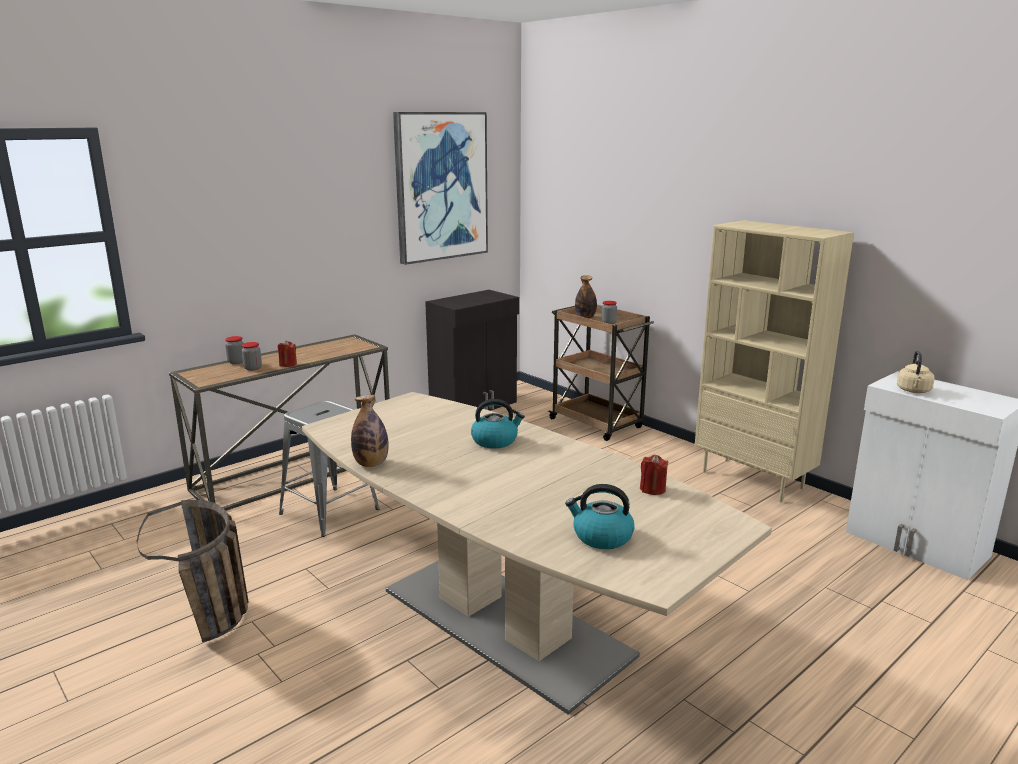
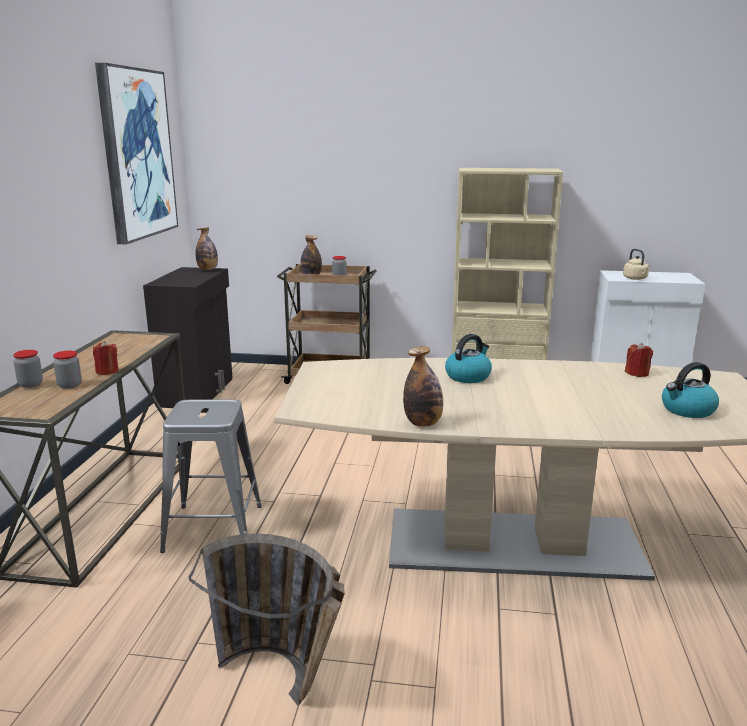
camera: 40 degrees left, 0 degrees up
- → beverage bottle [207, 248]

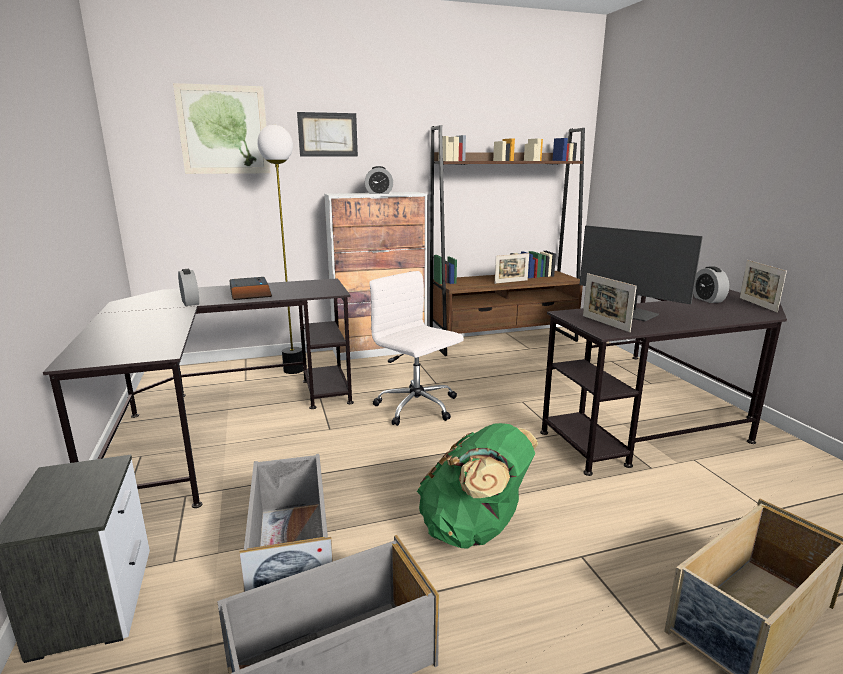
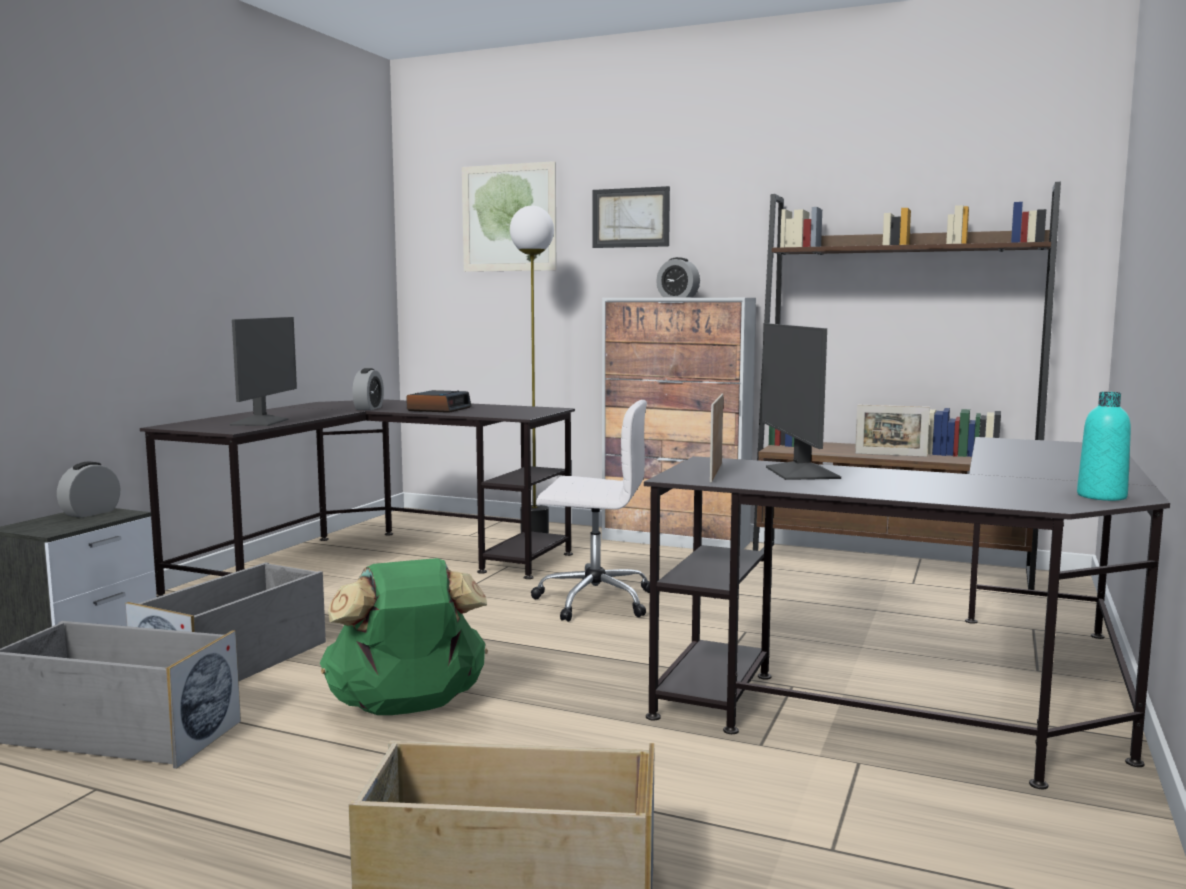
camera: 40 degrees right, 10 degrees down
picture frame [763, 286] → blue-green beverage bottle [1104, 446]
alarm clock [711, 284] → alarm clock [88, 490], move
whitish desk chair [416, 348] → whitish desk chair [590, 511], 105 degrees clockwise
- → computer screen [263, 371]

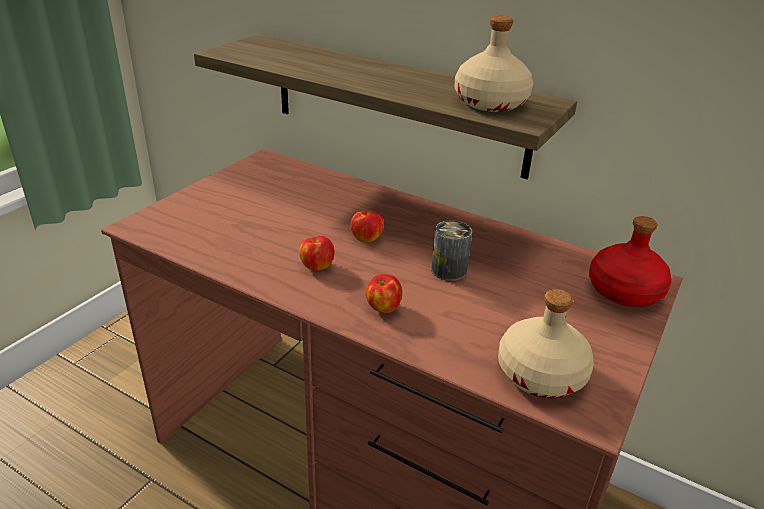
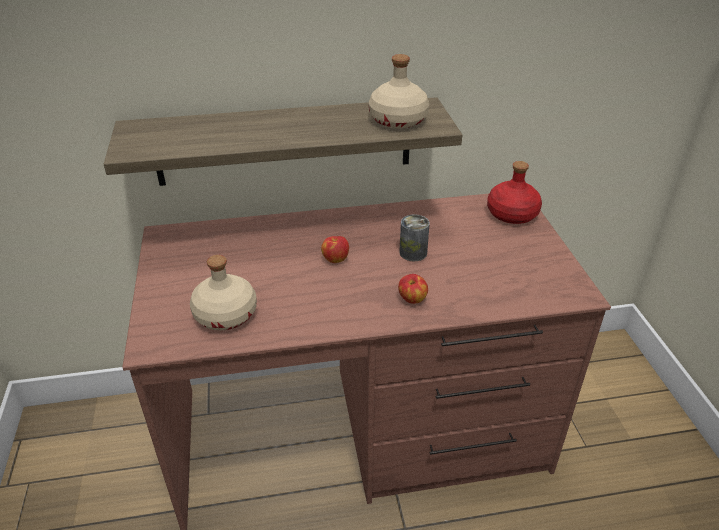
camera: 40 degrees left, 5 degrees up
apple fruit [317, 253] → -
beige beverage bottle [546, 343] → beige beverage bottle [223, 292], move

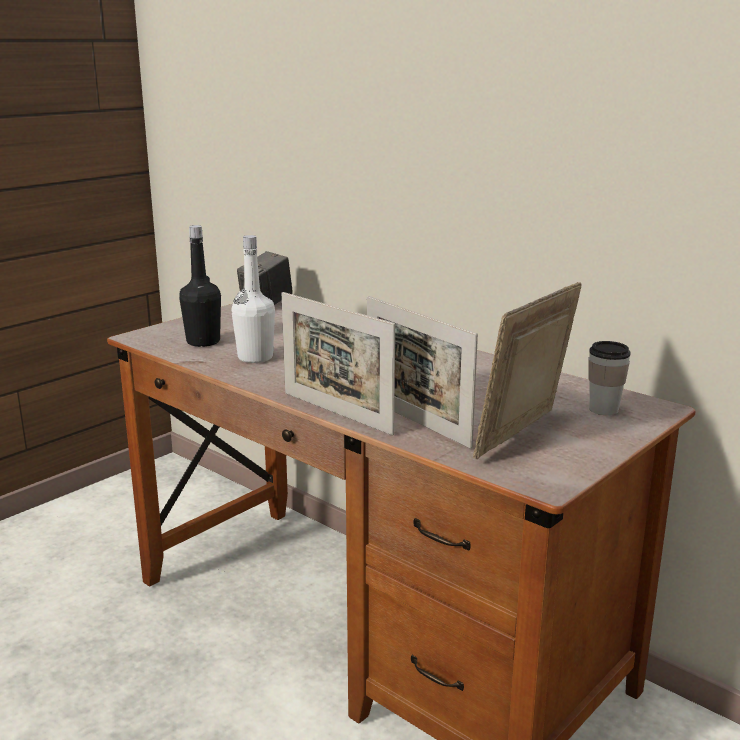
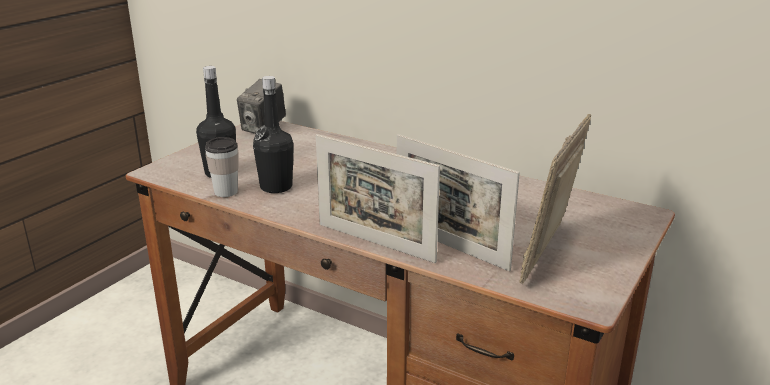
camera: 10 degrees left, 5 degrees up
whitish beverage bottle [253, 299] → blackish beverage bottle [273, 134]
drinking cup [609, 378] → drinking cup [221, 167], move

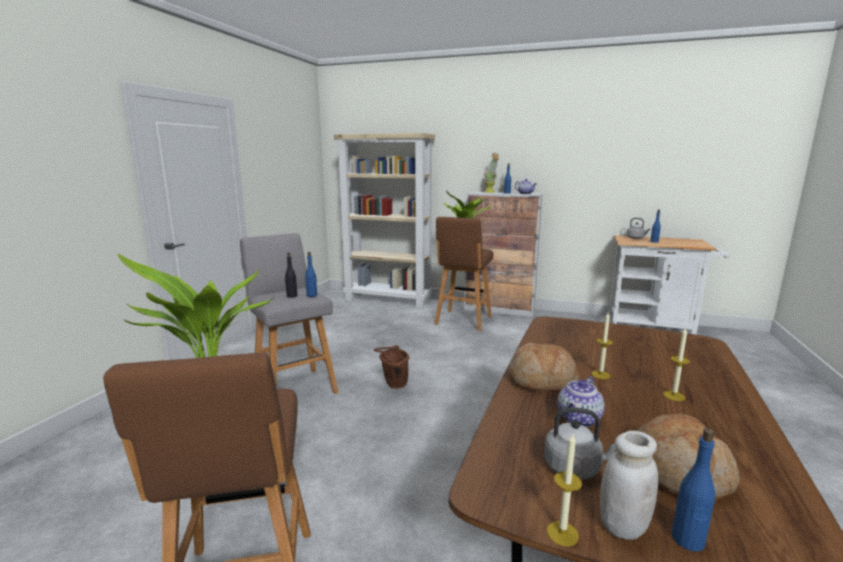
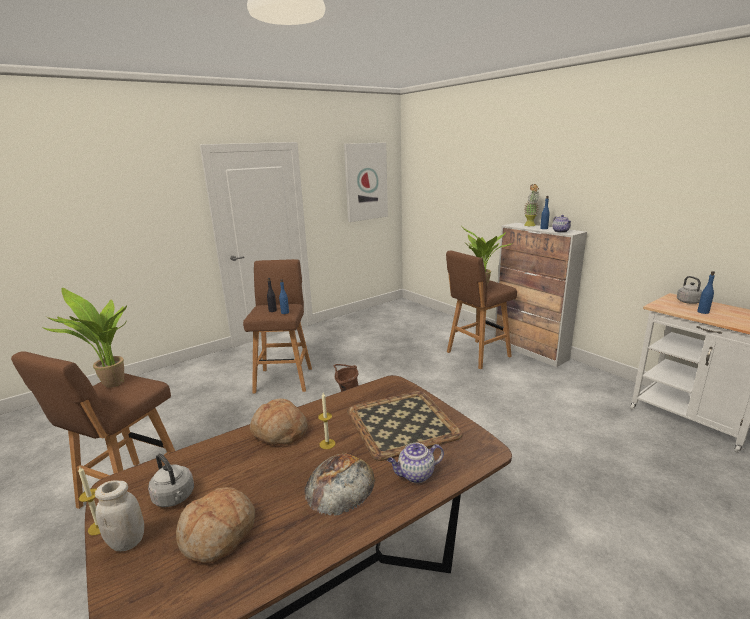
camera: 35 degrees right, 5 degrees up
beige bookcase [384, 221] → -
gray stool [289, 313] → brown stool [277, 326]
wax light [676, 364] → bread [339, 484]
teapot [581, 402] → teapot [415, 463], move
bluish beverage bottle [693, 490] → -
- → picture [366, 182]
- → carrying tray [404, 426]

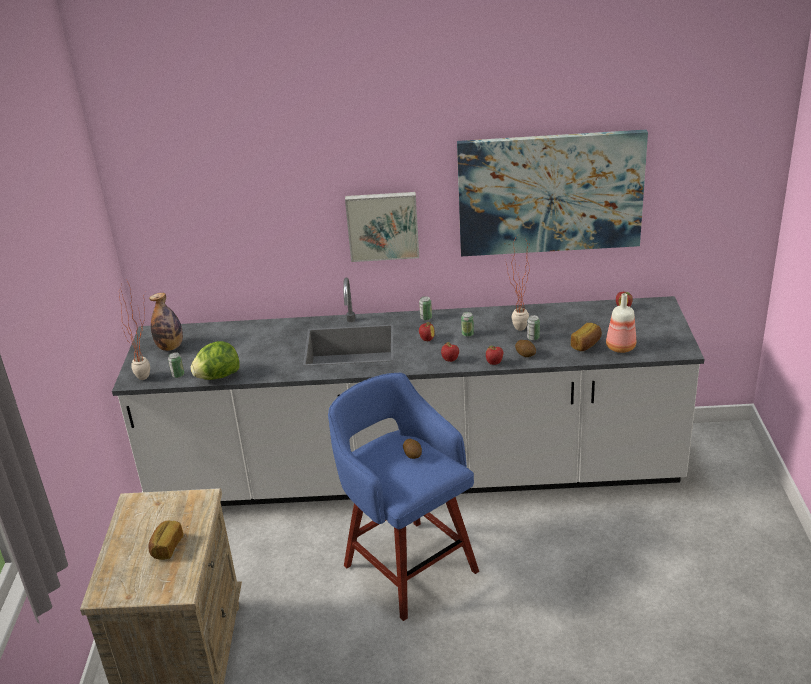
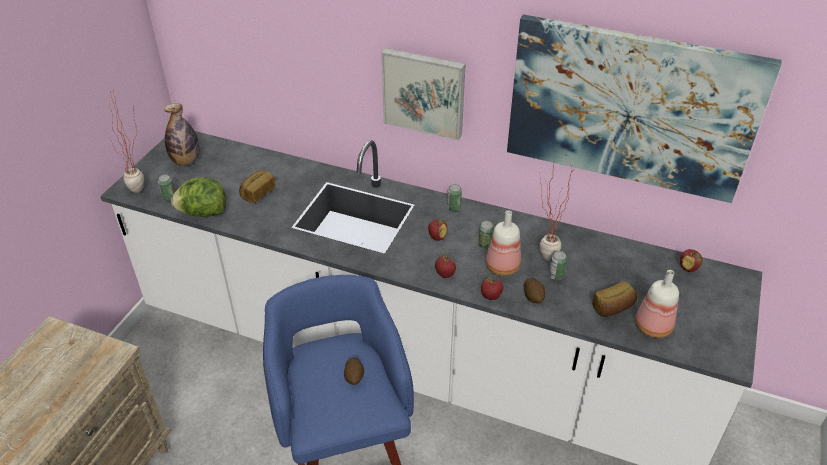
camera: 20 degrees right, 10 degrees up
bread [165, 540] → bread [257, 186], move
- → beverage bottle [503, 243]

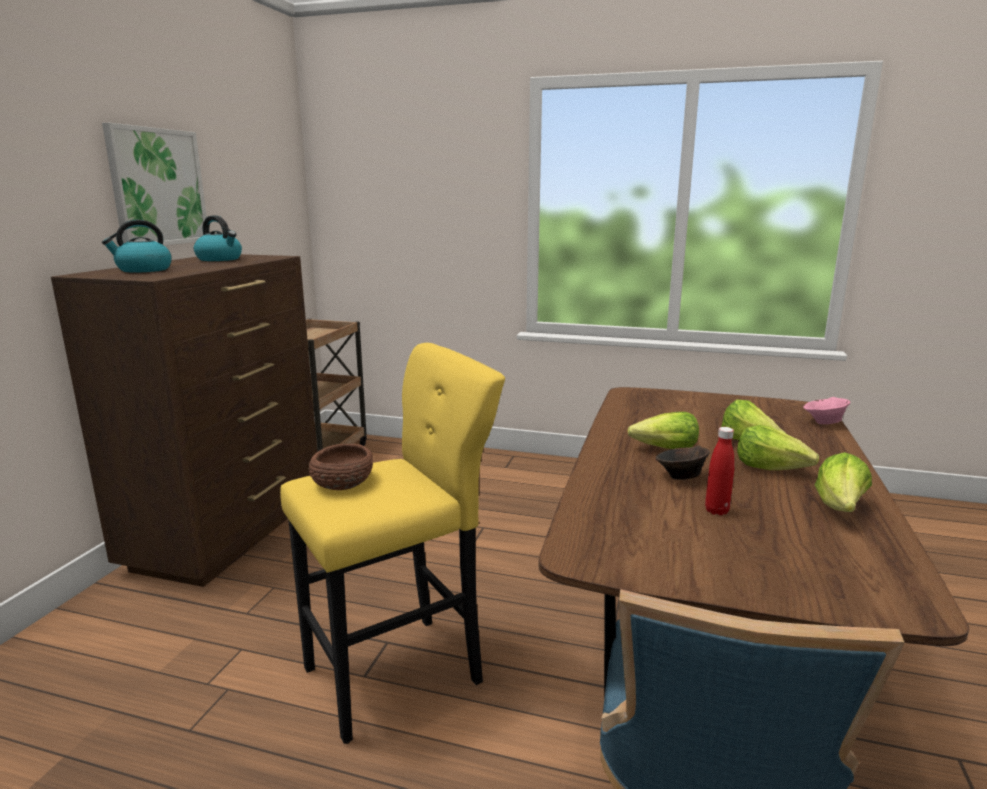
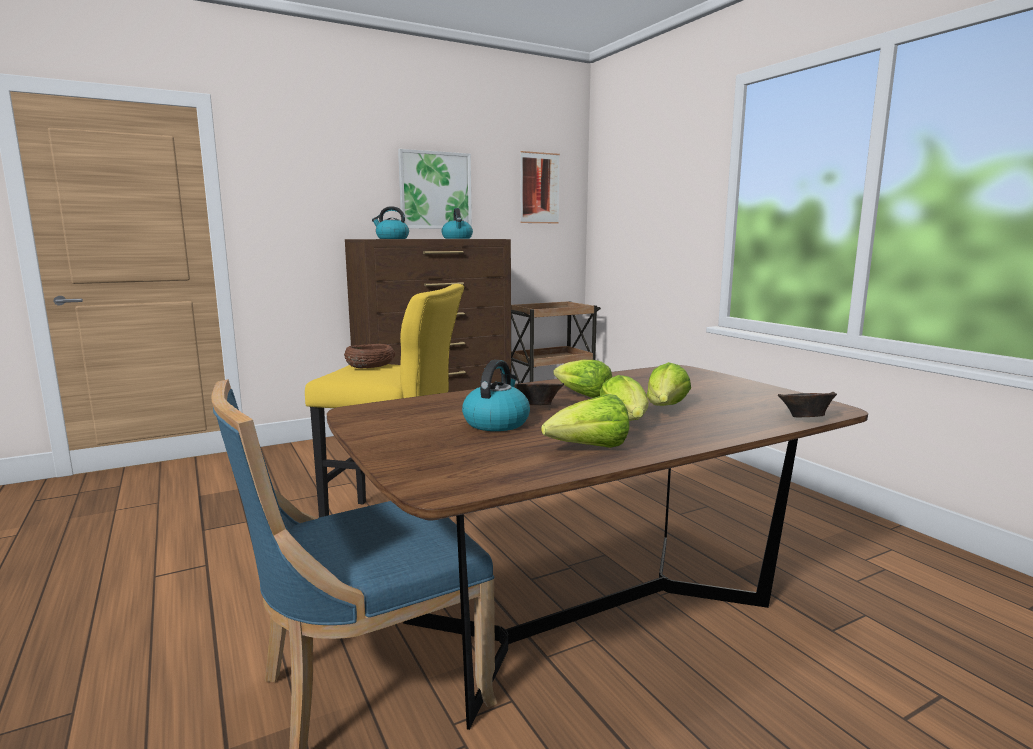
camera: 45 degrees right, 5 degrees down
pinkish deep dish [827, 410] → brown deep dish [807, 404]
reddish beverage bottle [720, 471] → tea kettle [496, 395]
- → picture [540, 187]

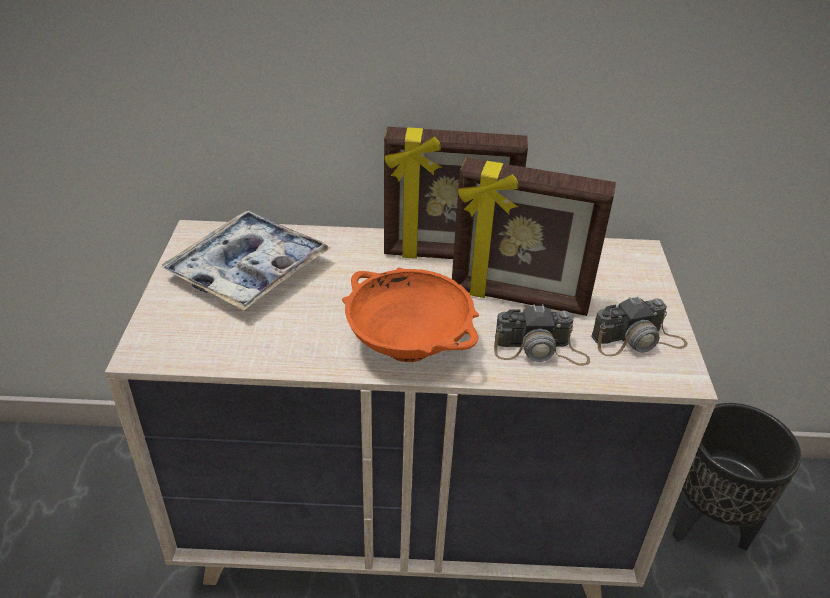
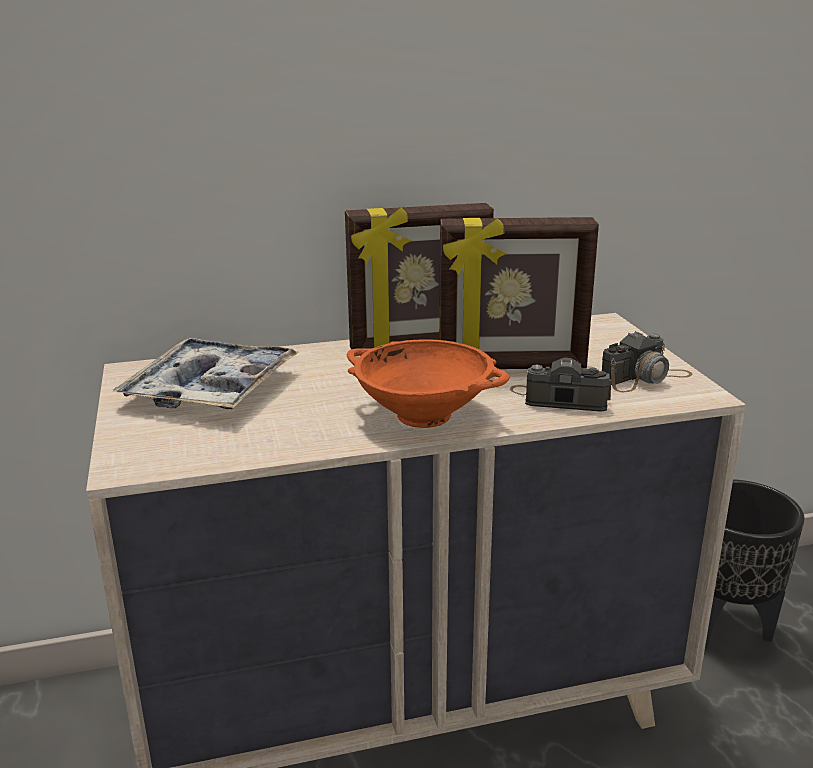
camera: 15 degrees left, 15 degrees down
still camera [542, 335] → still camera [560, 385], 150 degrees counterclockwise

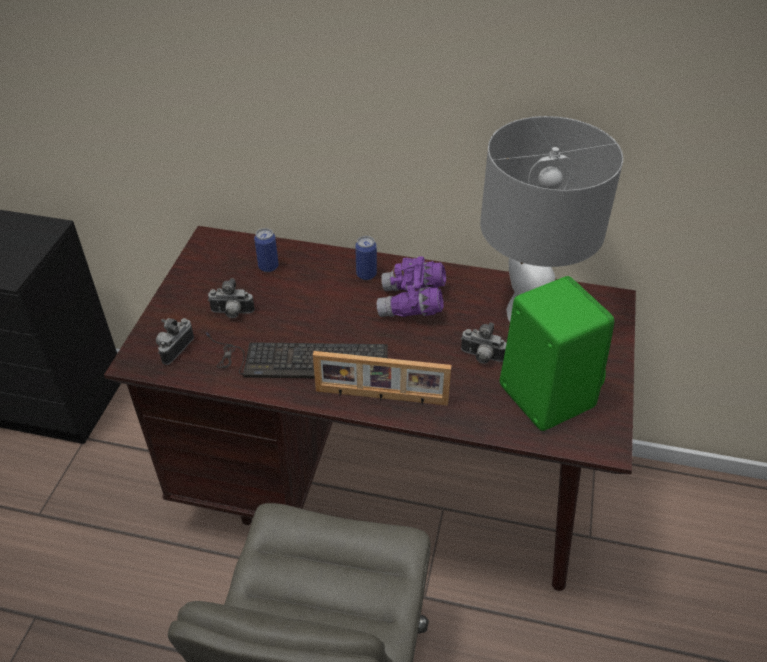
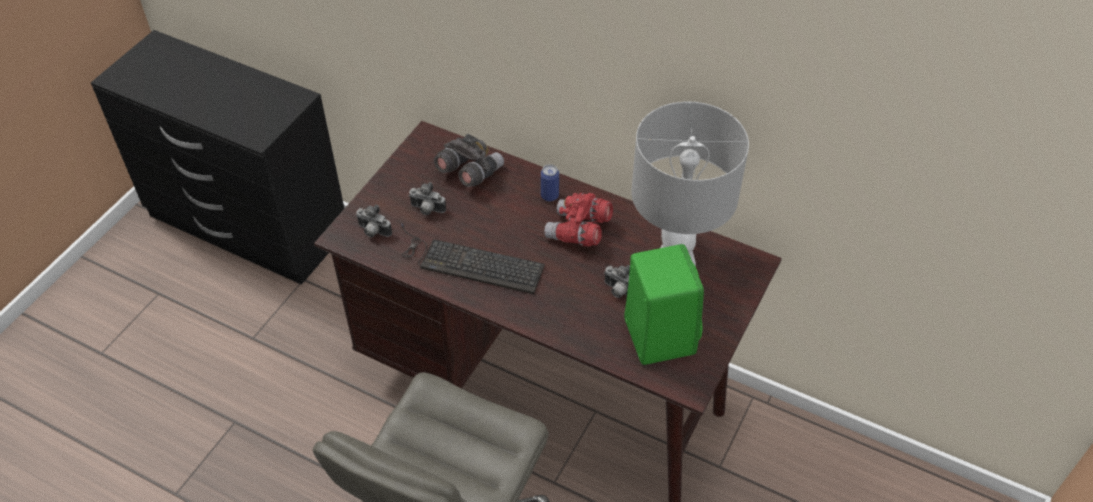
camera: 15 degrees right, 5 degrees up
can [266, 250] → gray binoculars [469, 160]
purplish binoculars [411, 286] → reddish binoculars [578, 219]
still camera [175, 341] → still camera [374, 220], 105 degrees counterclockwise
picture frame [382, 378] → -

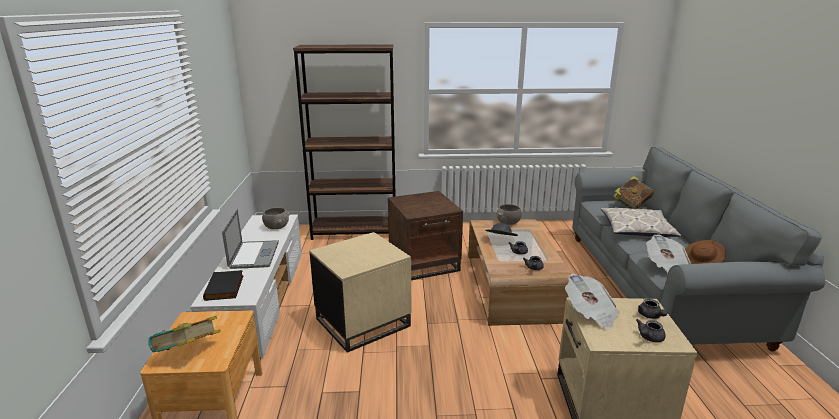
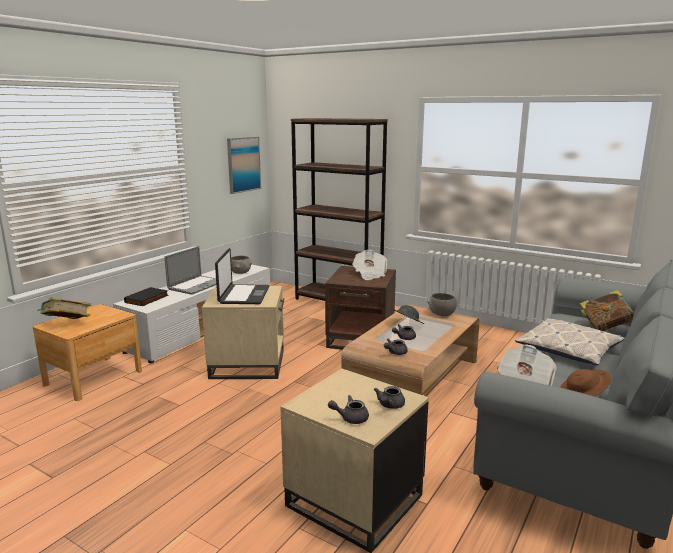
camera: 35 degrees right, 5 degrees down
newspaper [592, 302] → newspaper [369, 265], move
- → picture [244, 165]
- → laptop [242, 276]

